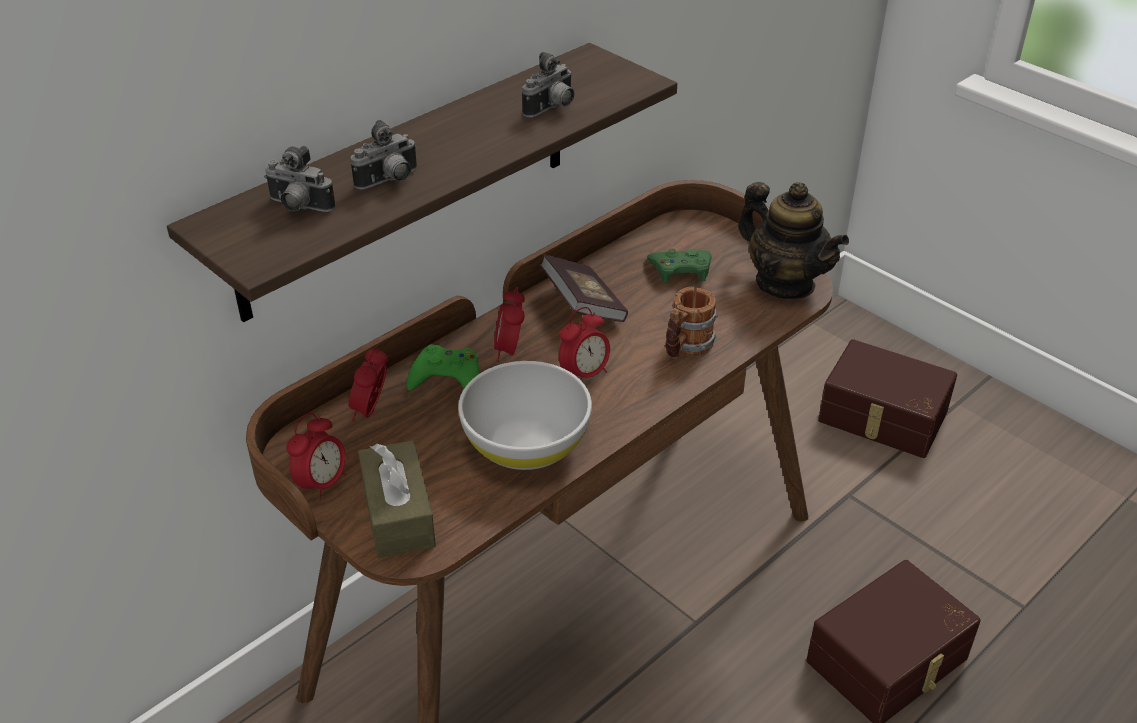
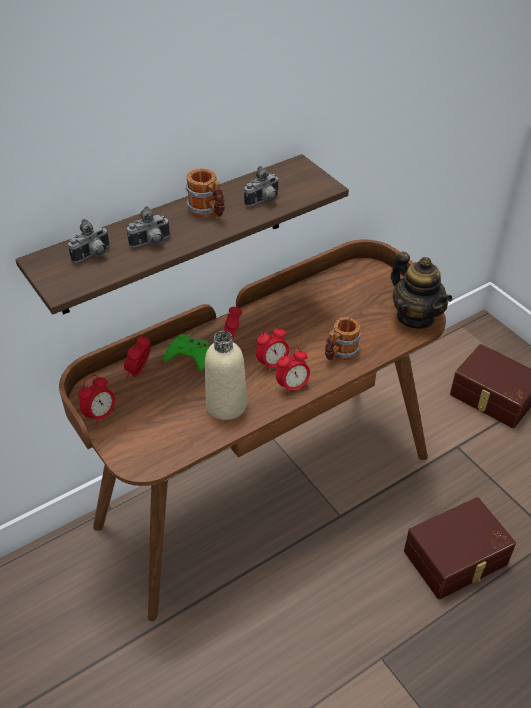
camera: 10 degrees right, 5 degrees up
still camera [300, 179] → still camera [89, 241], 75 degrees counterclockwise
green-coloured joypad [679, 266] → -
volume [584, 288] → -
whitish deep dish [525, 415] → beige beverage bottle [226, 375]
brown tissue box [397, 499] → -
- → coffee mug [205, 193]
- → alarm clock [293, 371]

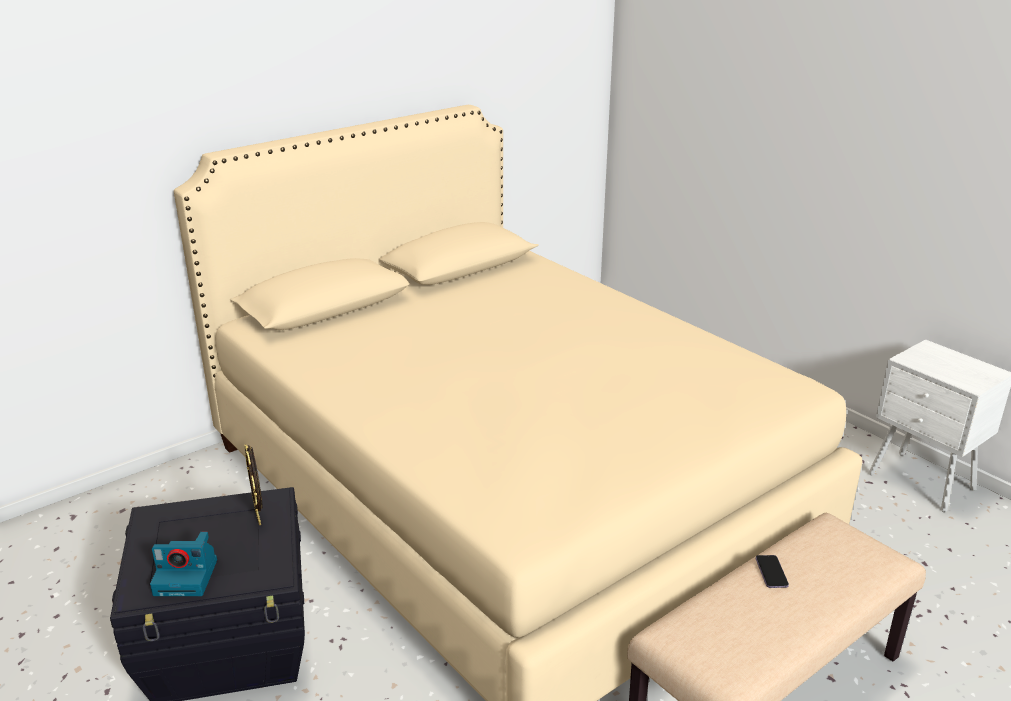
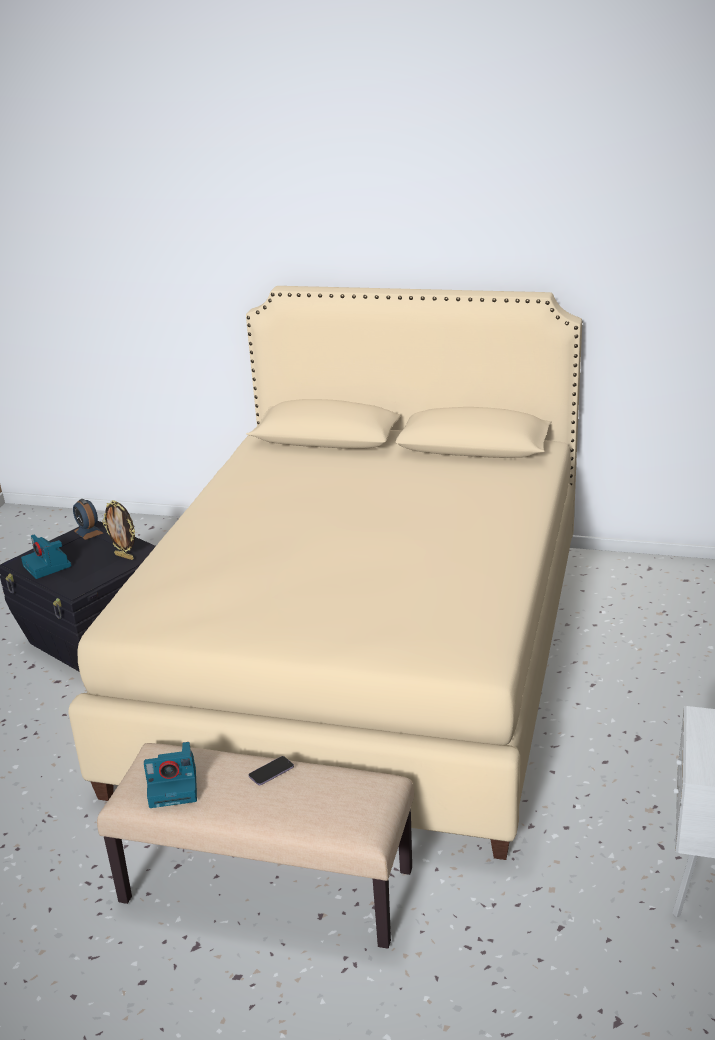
camera: 55 degrees right, 0 degrees up
picture frame [253, 484] → picture frame [118, 530], 90 degrees counterclockwise
- → alarm clock [88, 519]
- → still camera [170, 775]

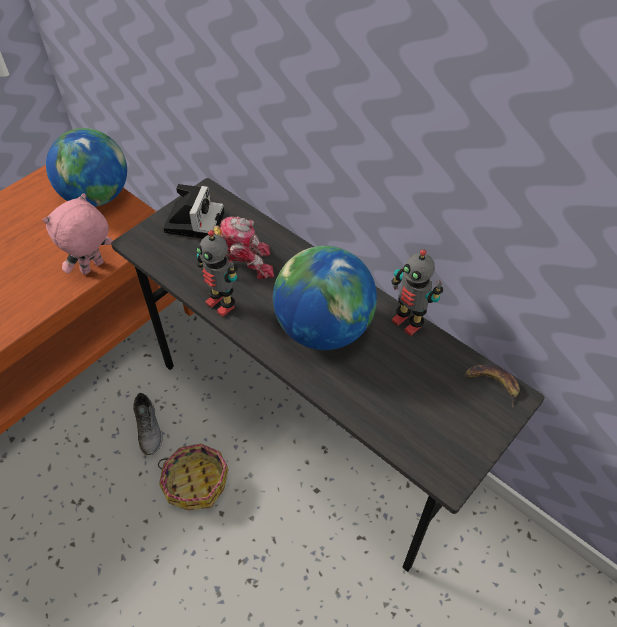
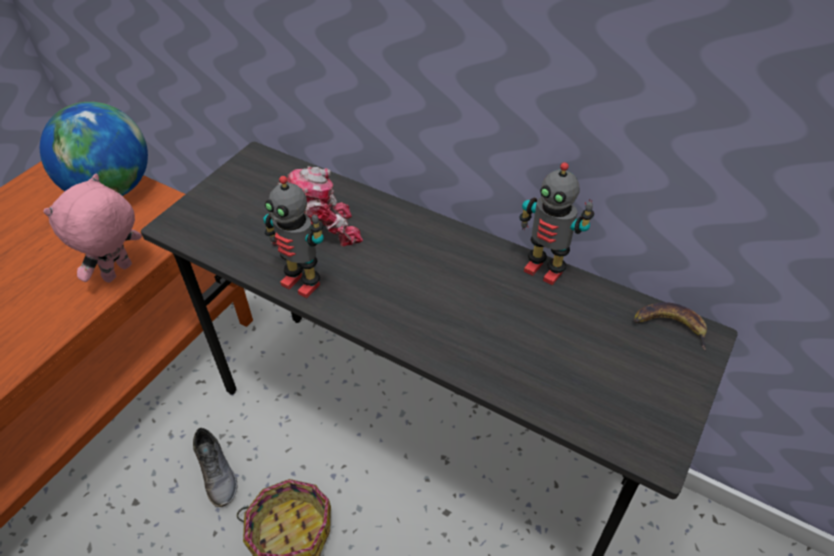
camera: 10 degrees left, 5 degrees down
still camera [193, 211] → -
desk globe [325, 298] → -

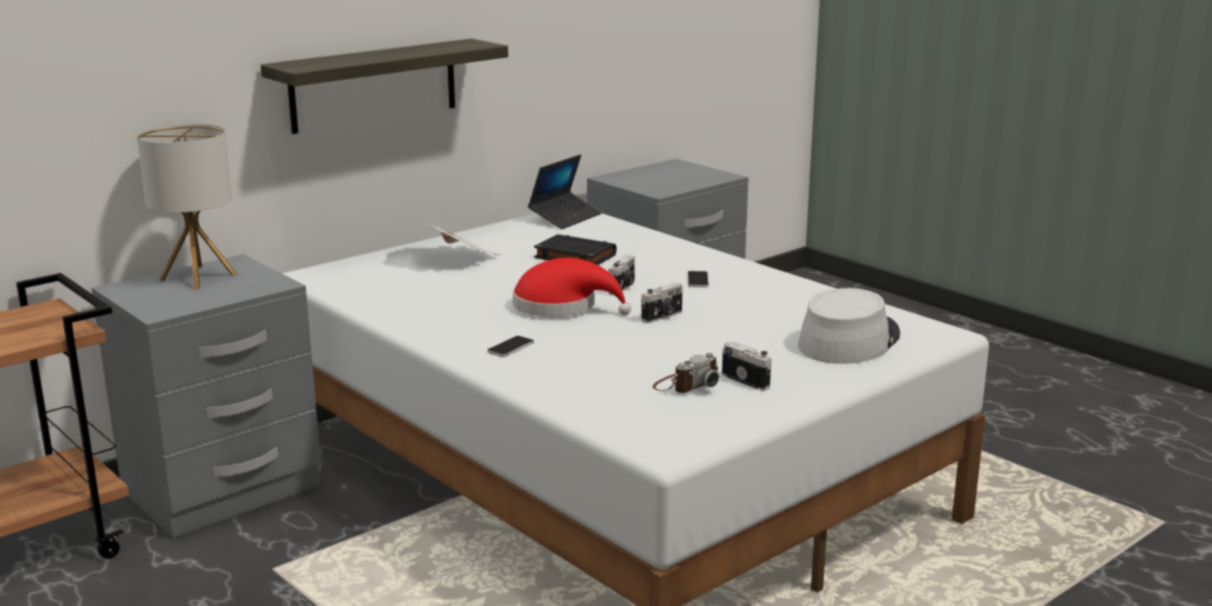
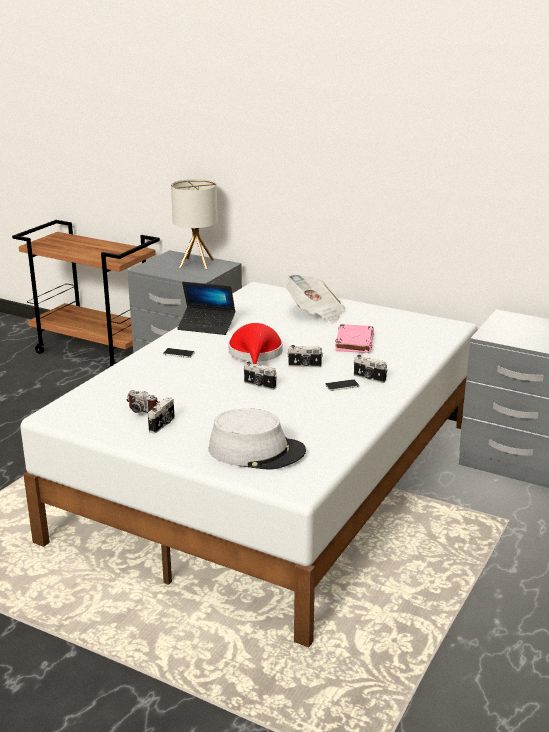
camera: 70 degrees right, 5 degrees up
wall shelf [384, 86] → -
laptop [565, 192] → laptop [206, 308], move
blackish volume [575, 249] → pinkish volume [354, 338]
- → still camera [371, 369]

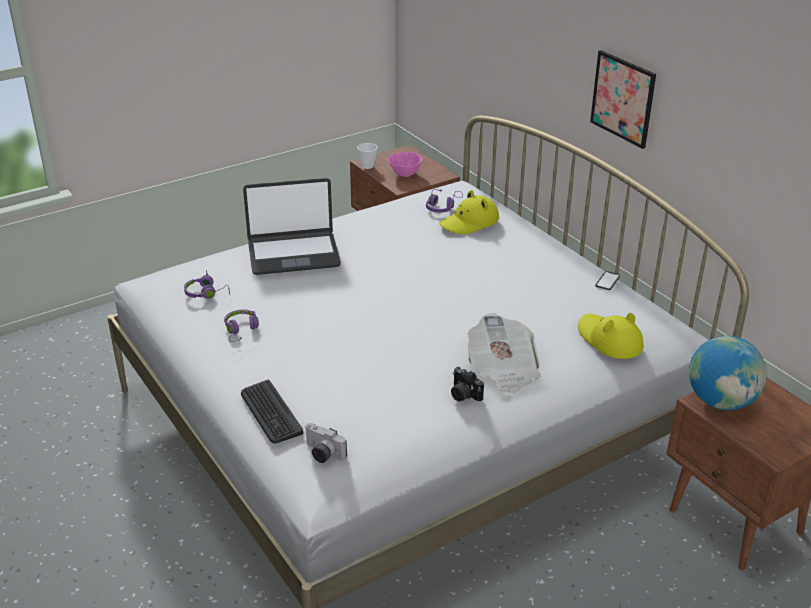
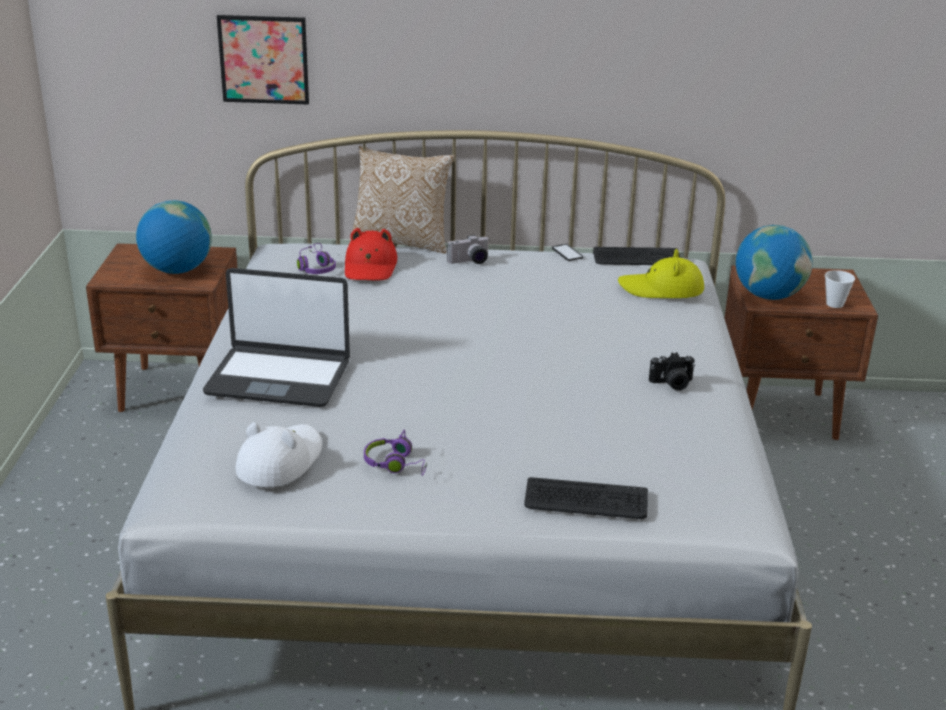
camera: 55 degrees left, 5 degrees down
picture [623, 99] → picture [263, 59], move
drinking cup [367, 156] → drinking cup [840, 289], move
pinkish deep dish [405, 164] → desk globe [174, 237]
laptop [292, 226] → laptop [276, 337], 75 degrees clockwise
yellow clothing hat [469, 212] → reddish clothing hat [371, 254]
purplish headphones [207, 284] → whitish clothing hat [278, 454]
newspaper [504, 354] → -
still camera [326, 443] → still camera [468, 249], move
- → cushion [402, 199]
- → keyboard [636, 256]

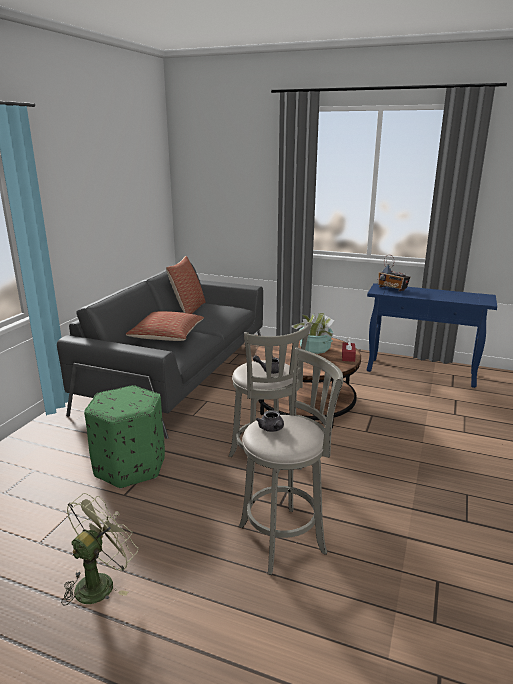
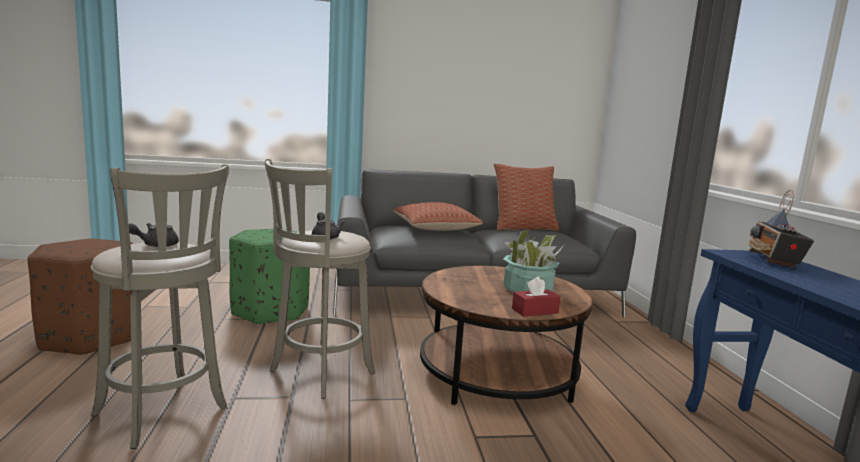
camera: 60 degrees right, 10 degrees down
green-coloured cooling fan [99, 549] → brown ottoman [80, 297]

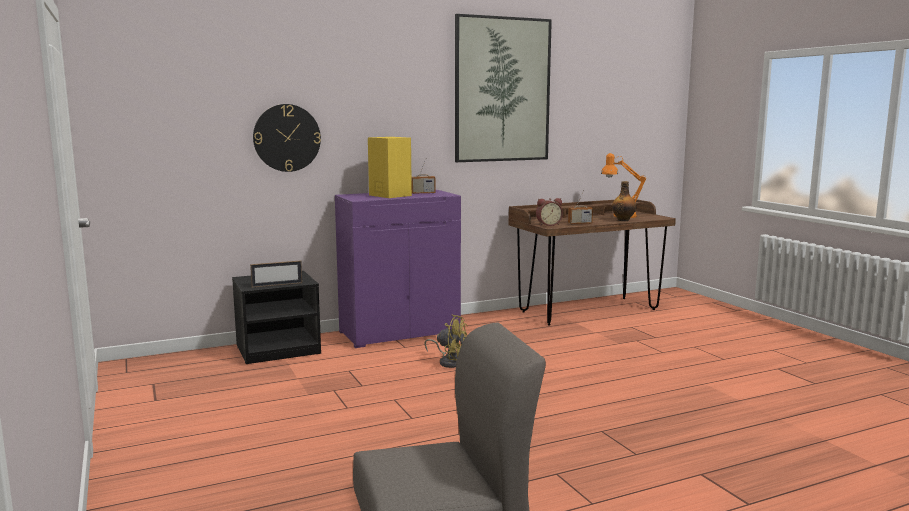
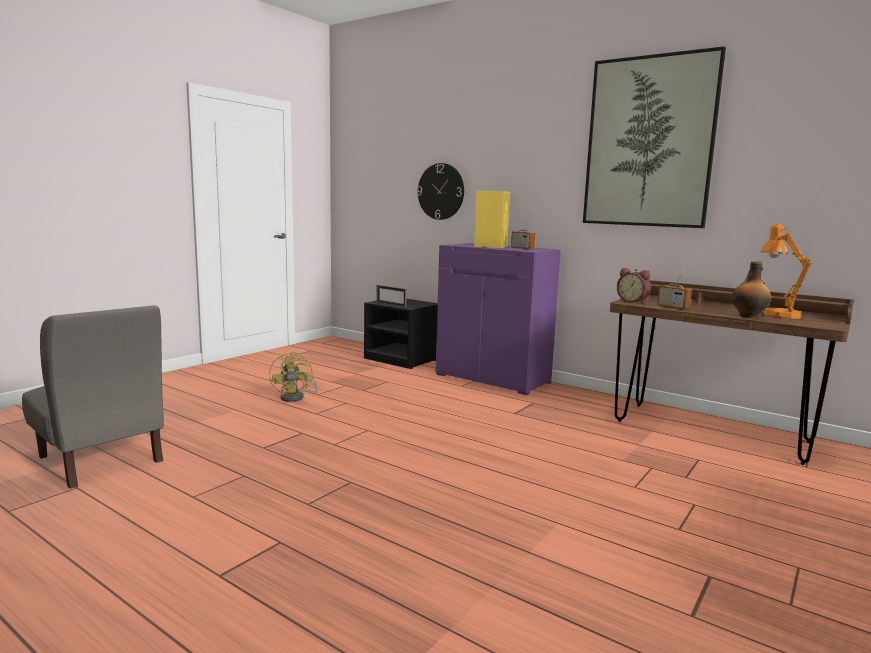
camera: 60 degrees right, 0 degrees up
yellow cooling fan [446, 341] → yellow cooling fan [293, 377], move

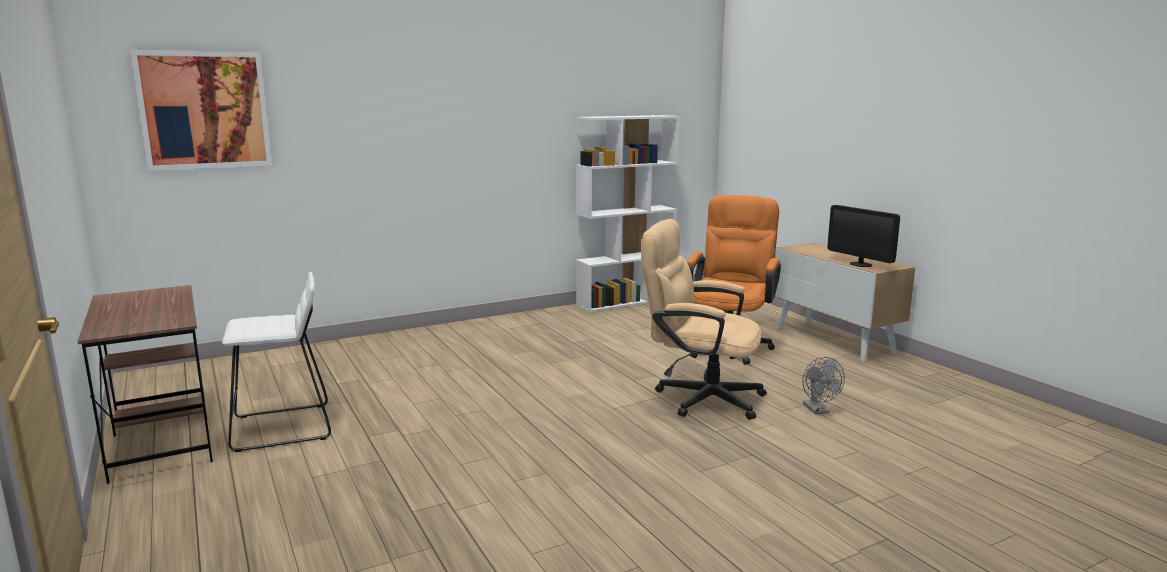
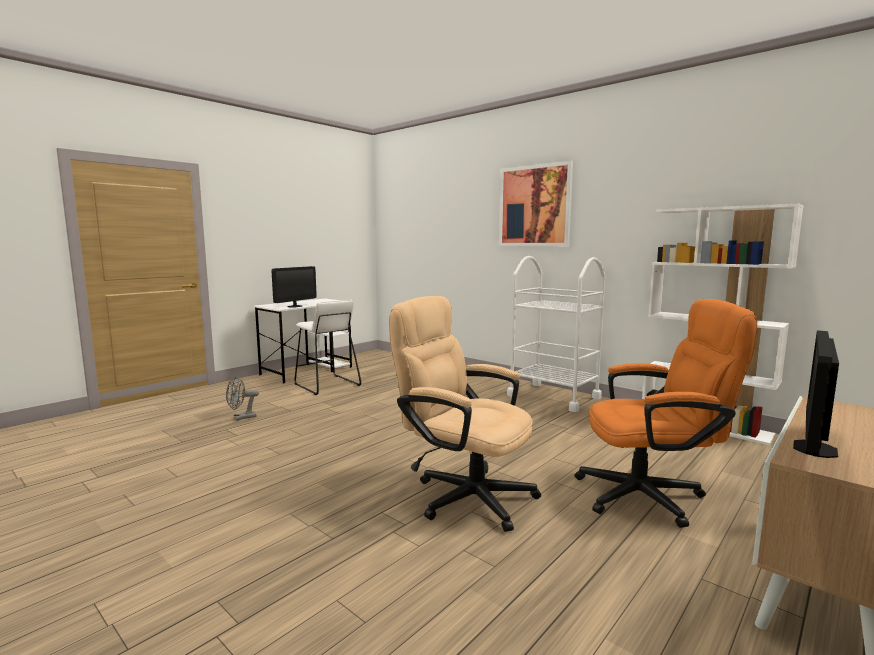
camera: 70 degrees right, 5 degrees down
picture [201, 110] → picture [536, 204], move
beige desk chair [704, 319] → beige desk chair [465, 414], 60 degrees counterclockwise
brown desk [145, 384] → whitish desk [302, 341]
gray cooling fan [823, 385] → gray cooling fan [242, 398], move
- → whitish cart [556, 334]
- → computer screen [294, 286]

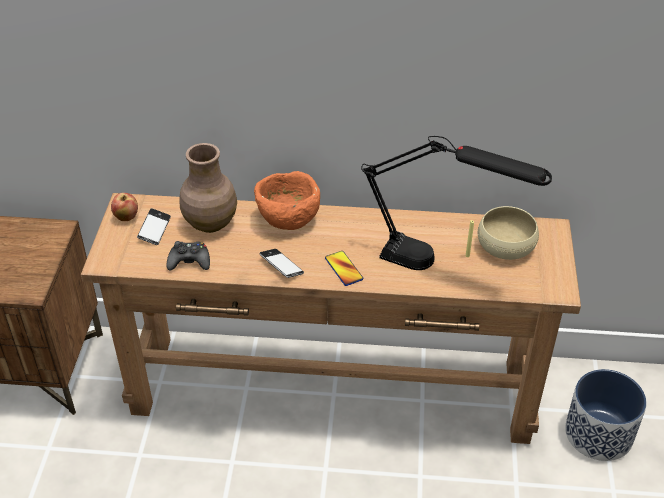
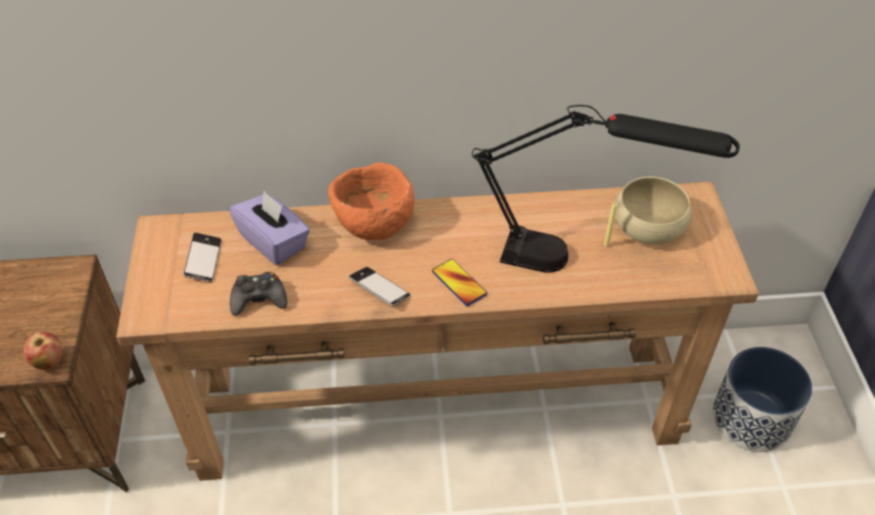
camera: 10 degrees left, 5 degrees up
brown vase [208, 188] → purplish tissue box [269, 228]
apple fruit [124, 207] → apple fruit [42, 351], move

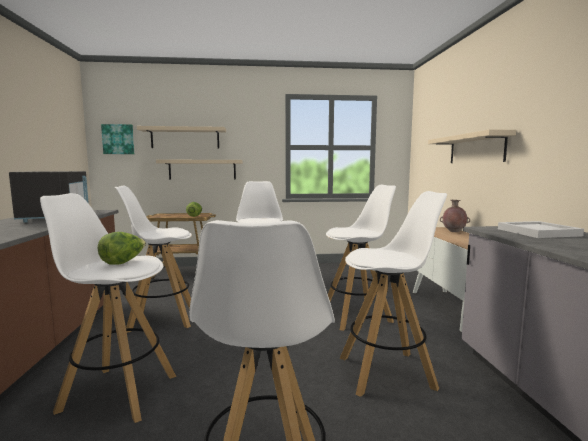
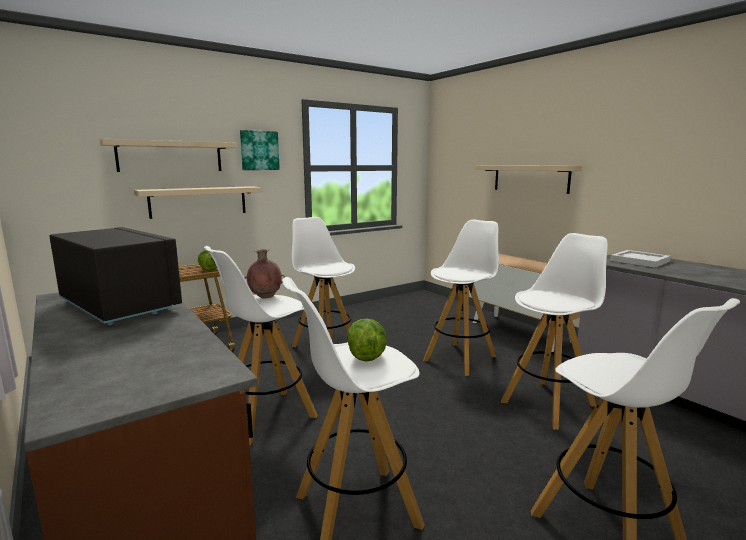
camera: 30 degrees left, 5 degrees up
picture [117, 139] → picture [260, 150], move
brown vase [455, 216] → brown vase [264, 274], move

